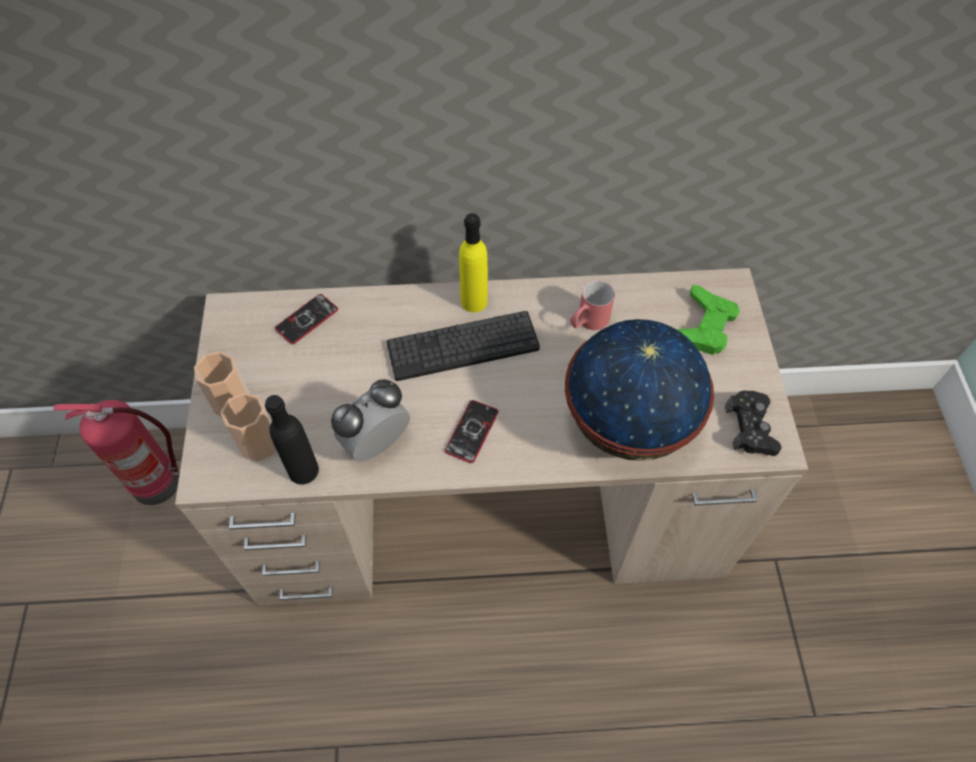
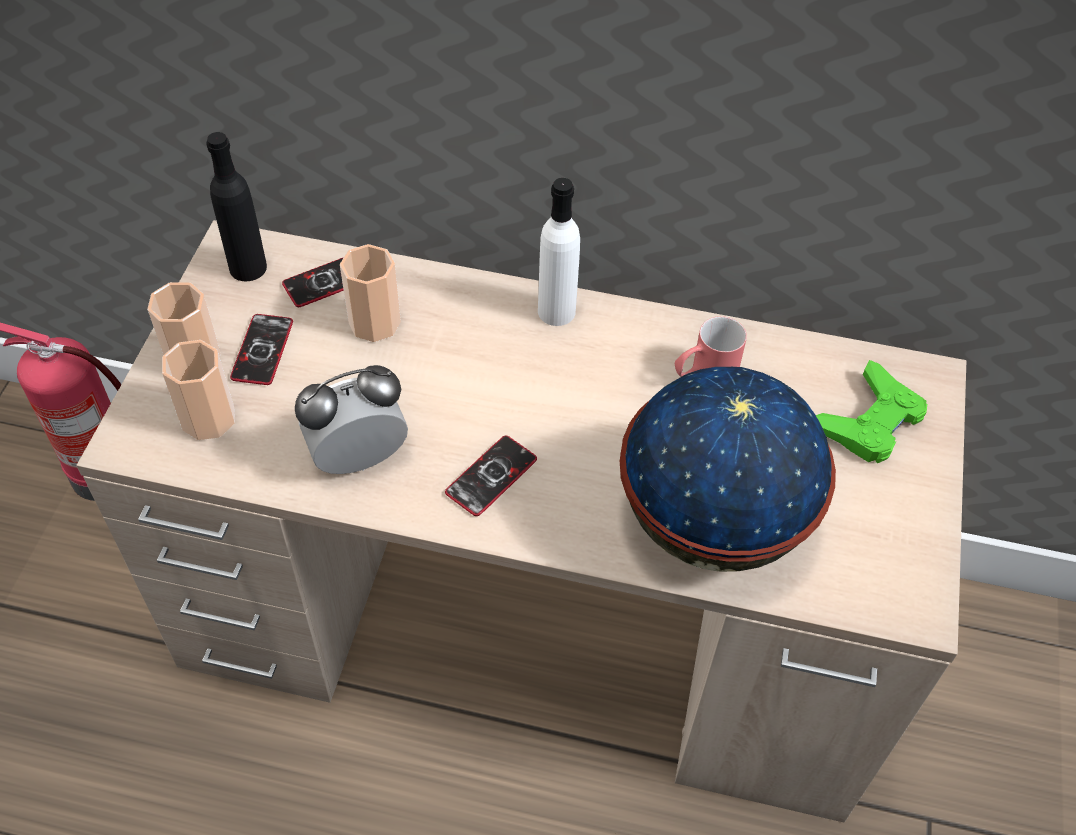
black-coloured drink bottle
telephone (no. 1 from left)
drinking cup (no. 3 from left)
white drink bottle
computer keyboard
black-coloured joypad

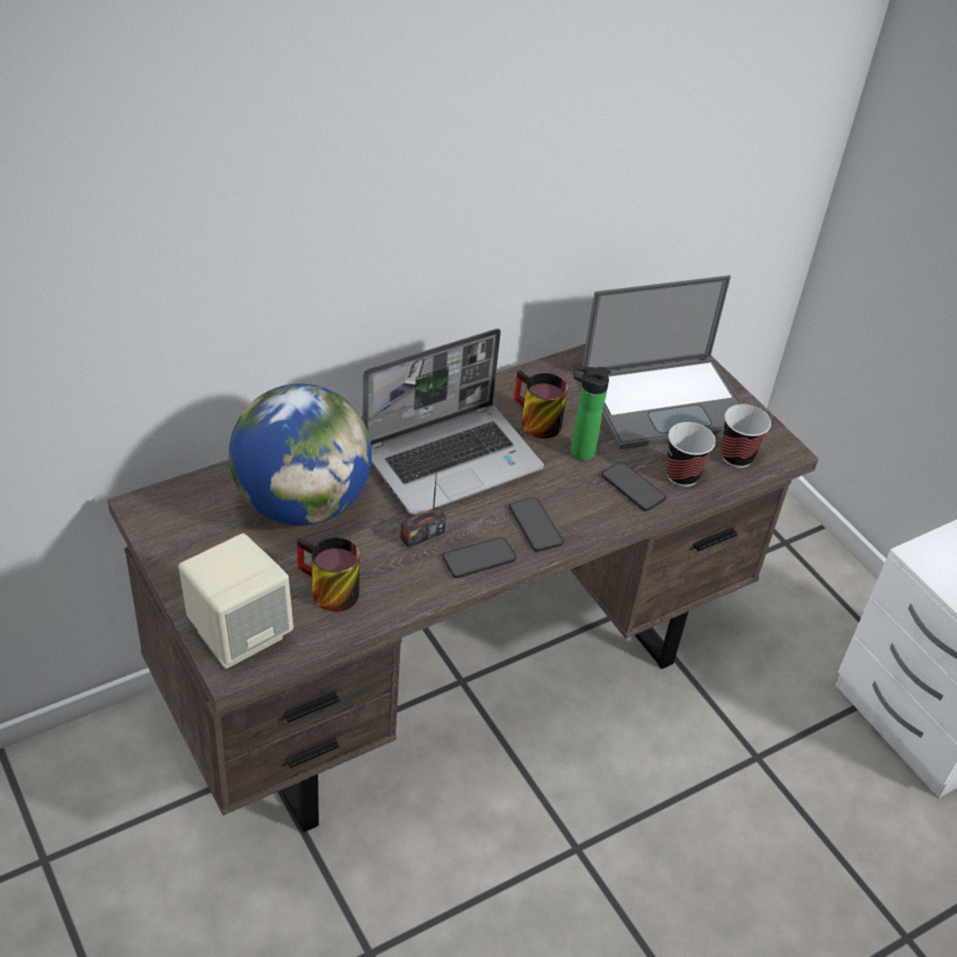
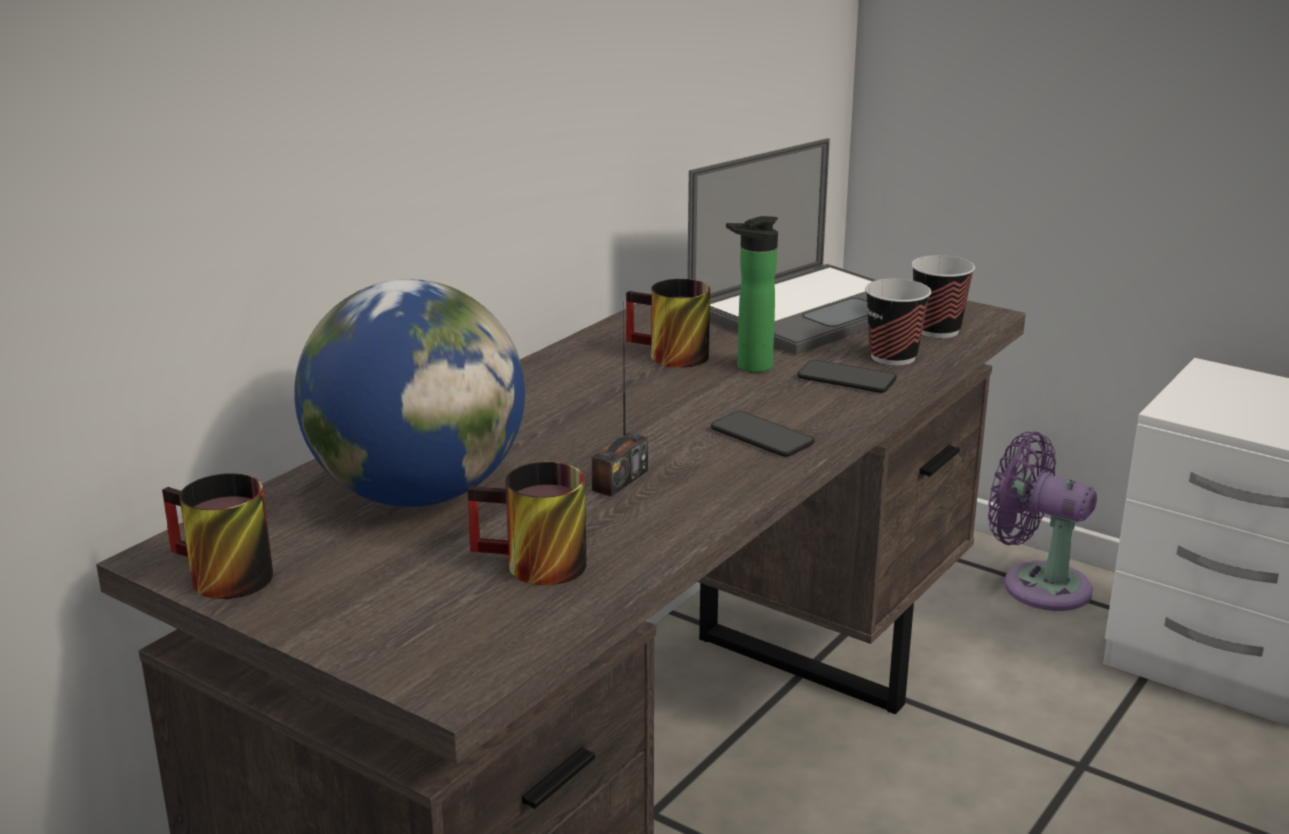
mug (no. 1 from left)
purplish electric fan
beige speaker
notebook computer (no. 1 from left in the first image)
telephone (no. 1 from left in the first image)

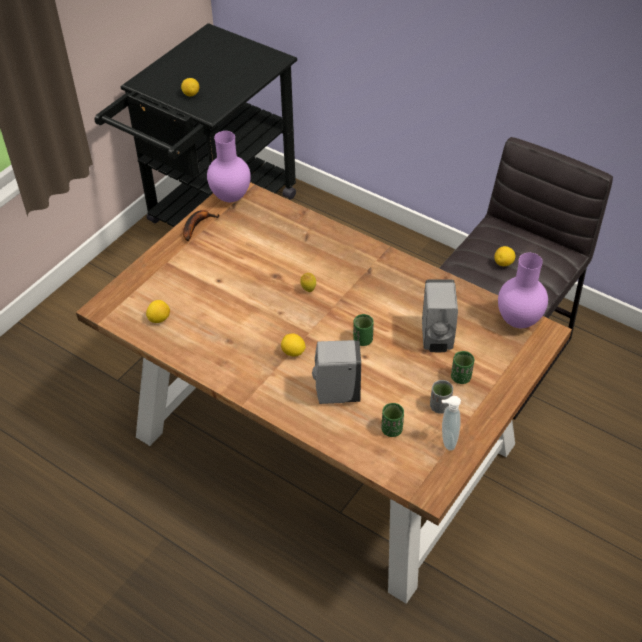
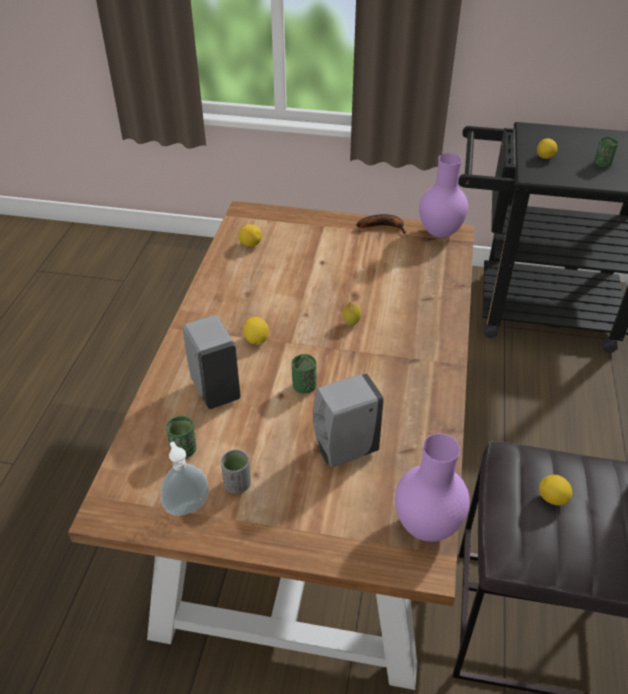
greenish drinking cup (no. 3 from left)

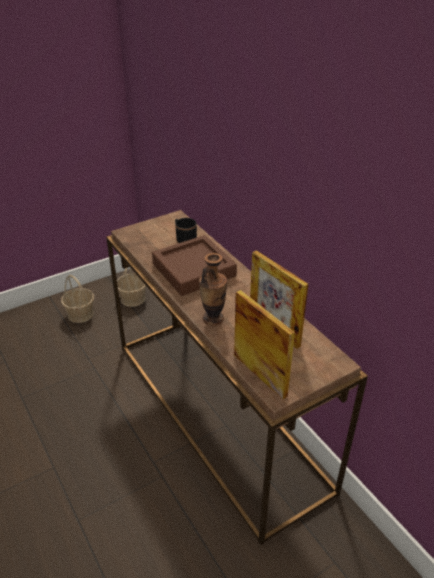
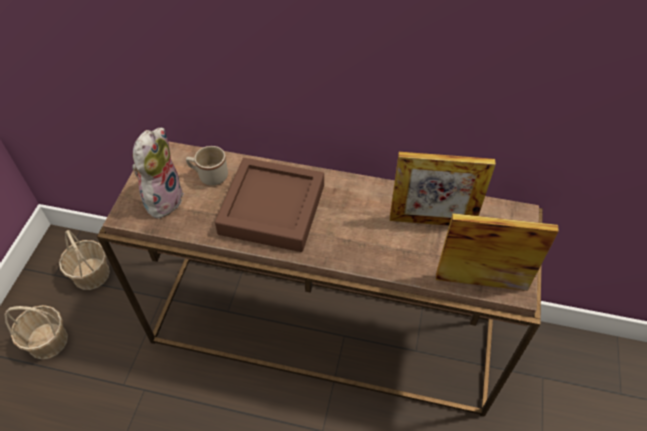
plush toy
beige mug
decorative vase

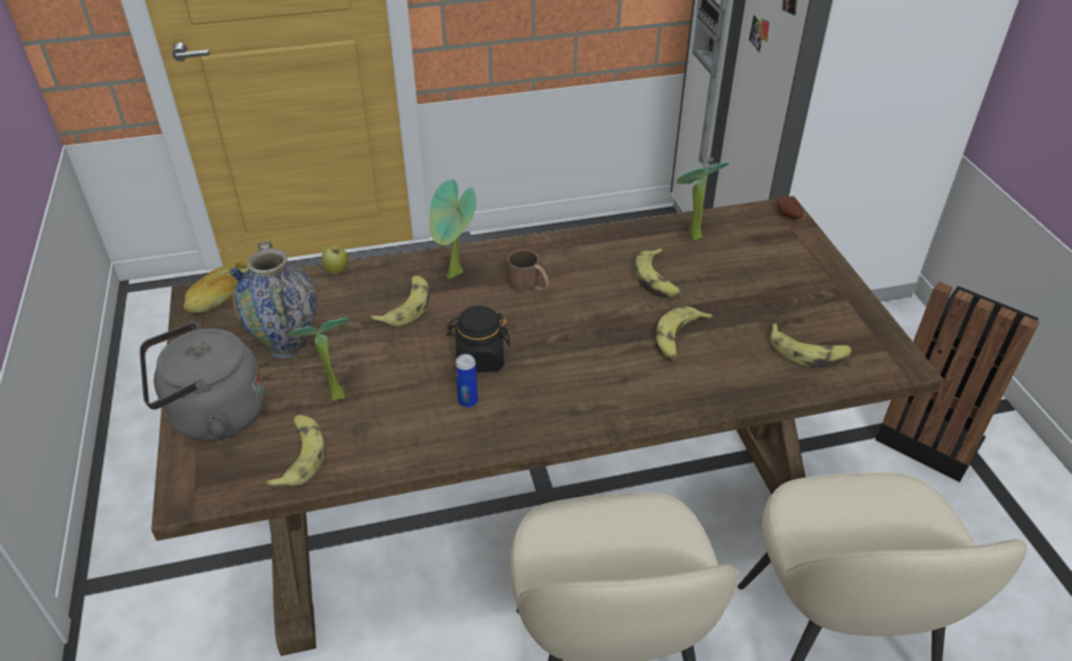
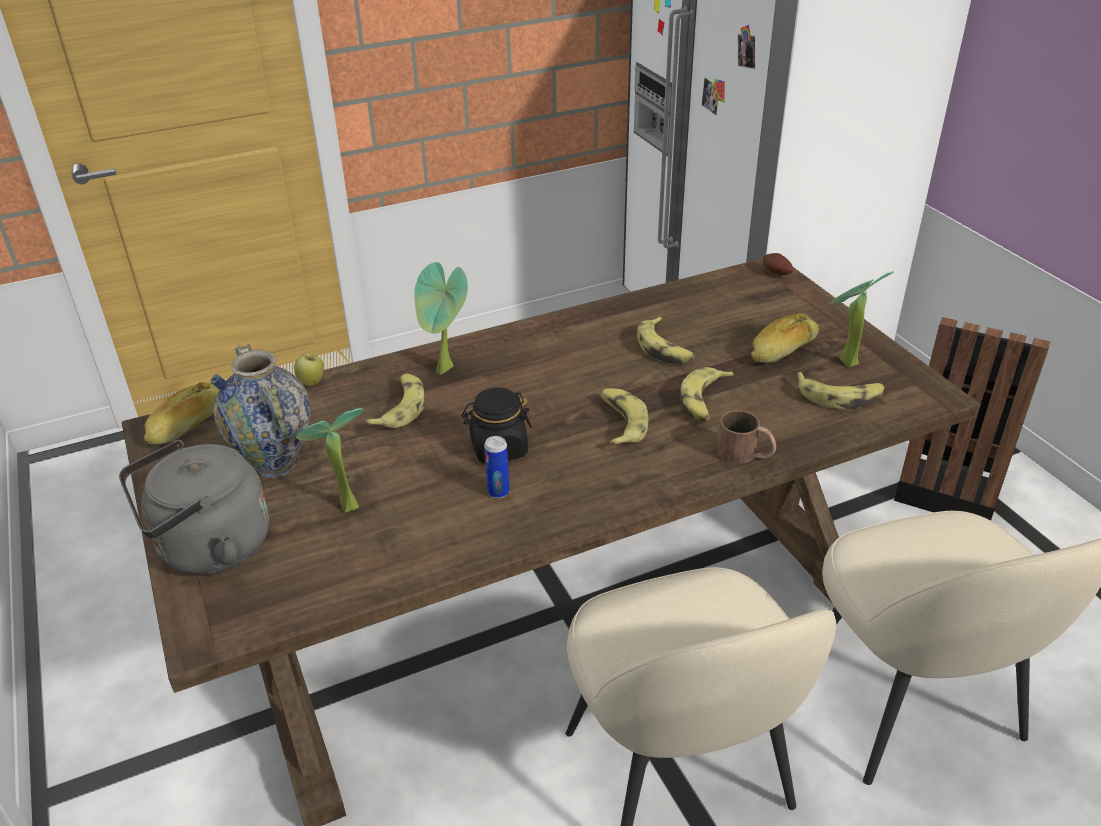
whole banana (no. 2 from left)
brownish mug
bread (no. 2 from left)
plant in a pot (no. 3 from left)

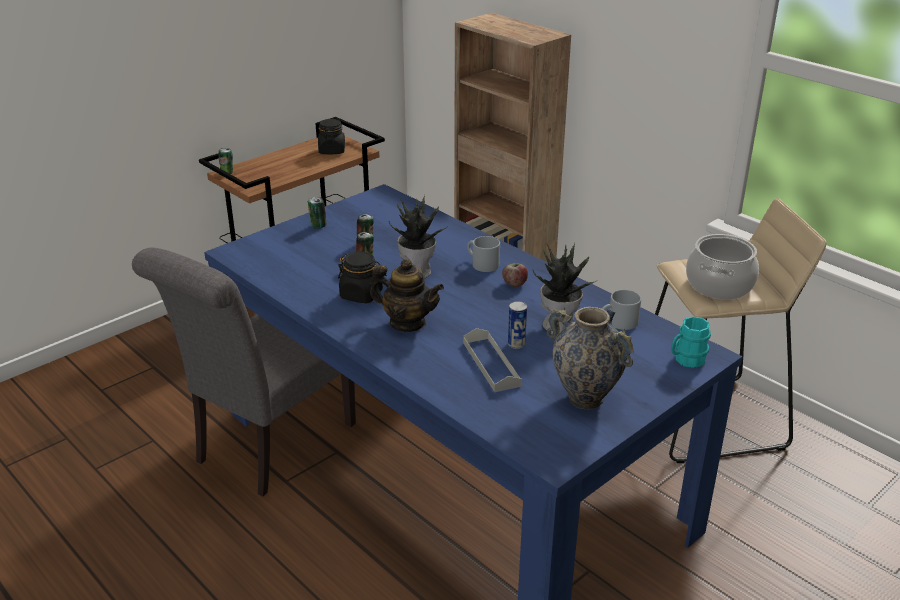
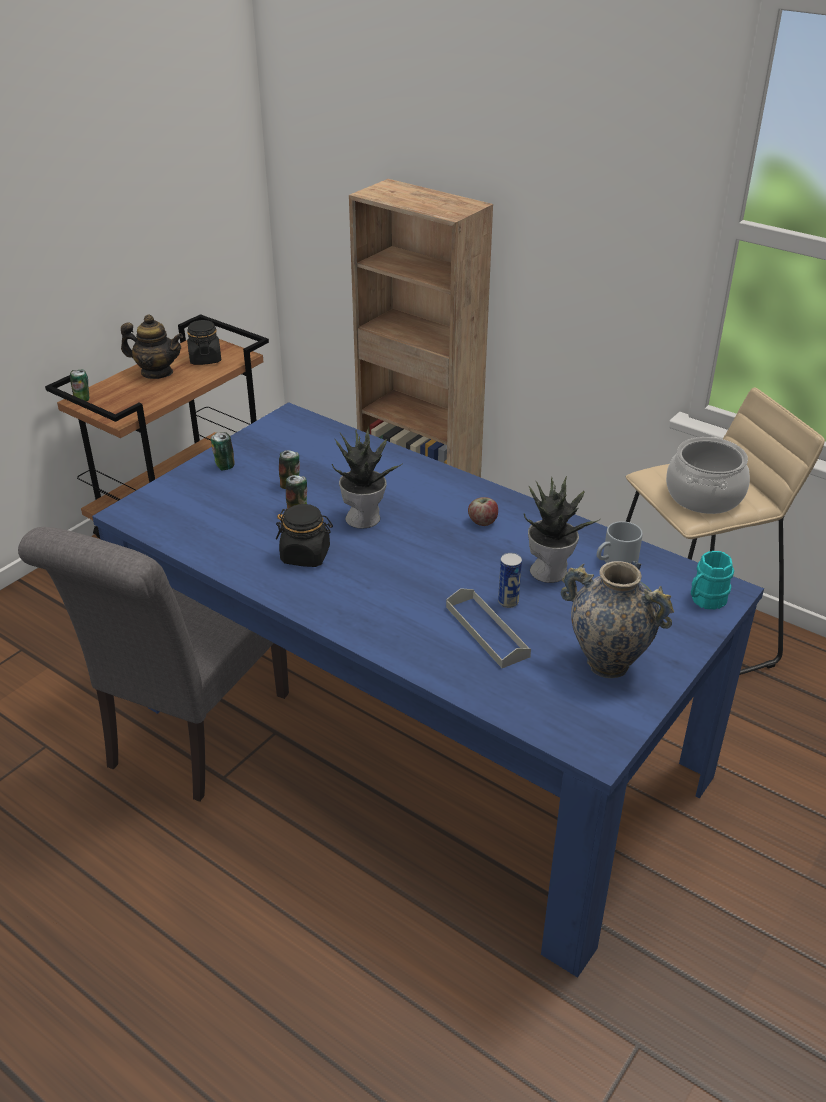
pot for tea
greyish mug (no. 1 from left in the first image)

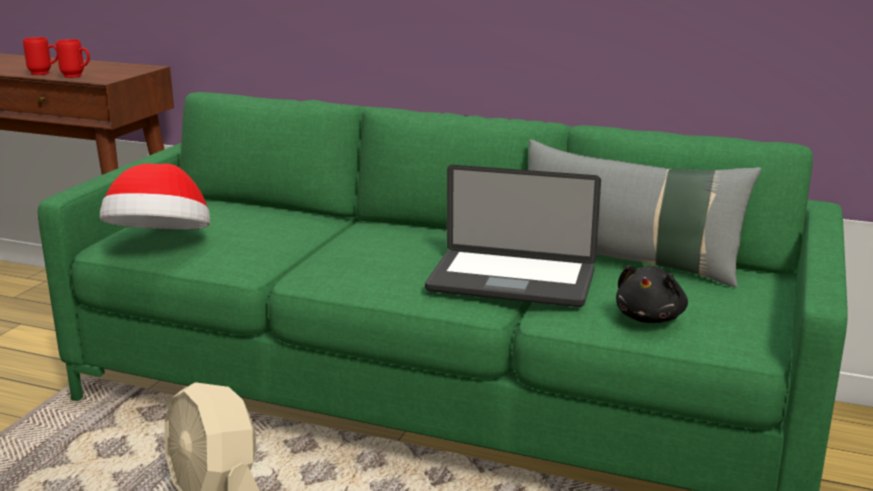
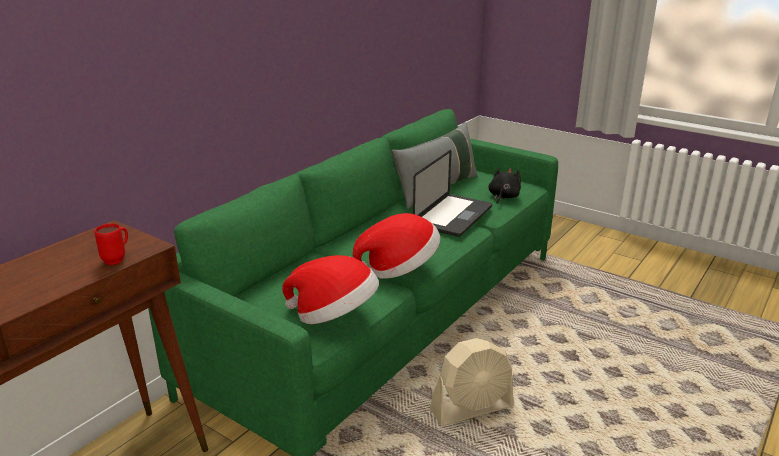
wearable hat (no. 2 from left)
black-coloured plush toy
red mug (no. 1 from left in the first image)

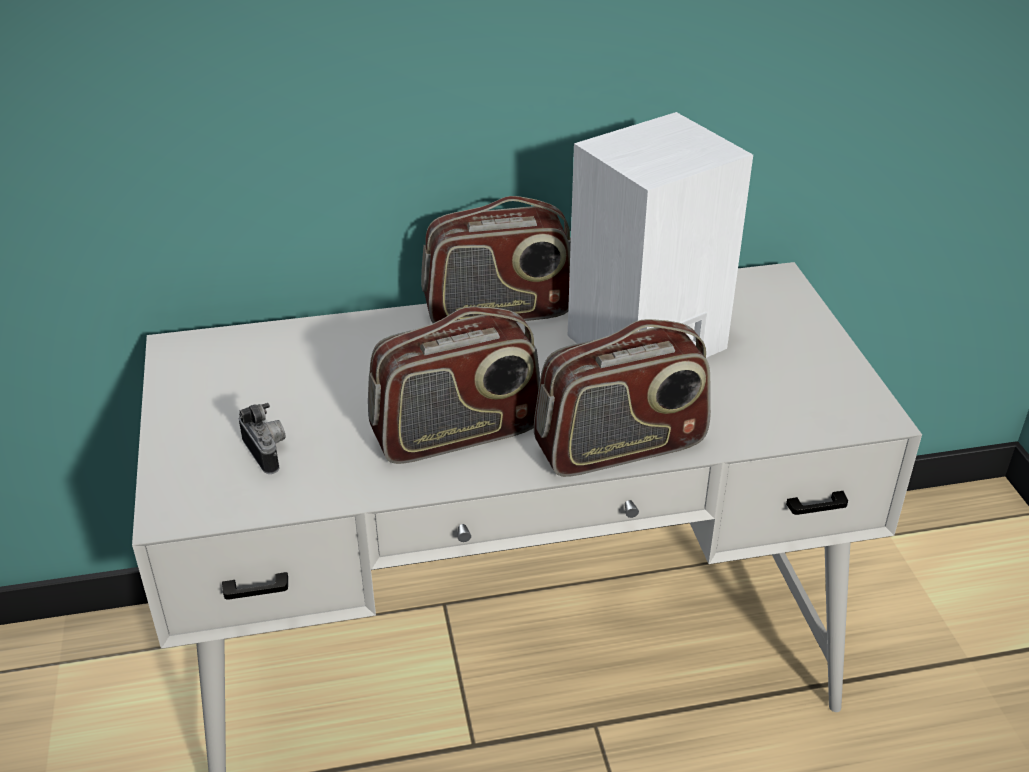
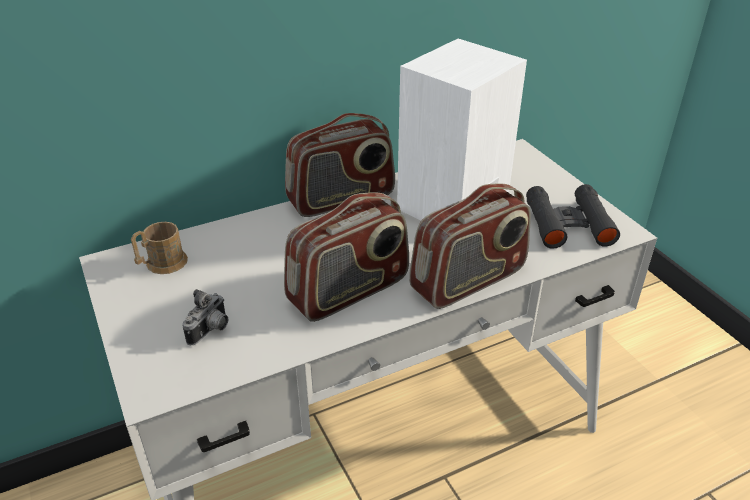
brownish mug
photo camera
black-coloured binoculars

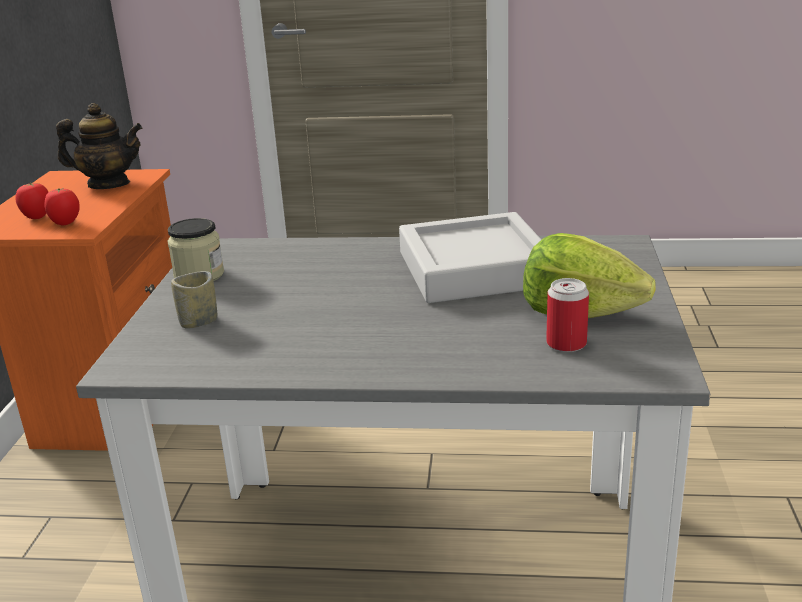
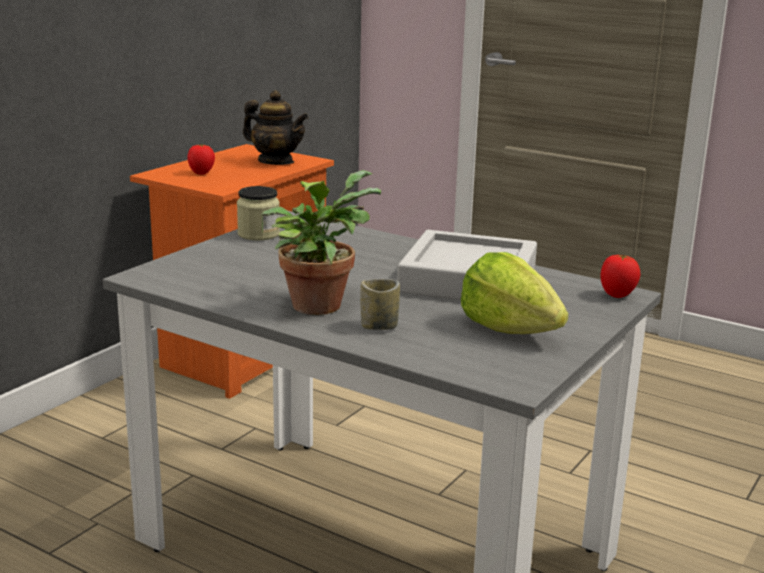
plant in a pot
drinking cup
tomato (no. 2 from left)
metal can

